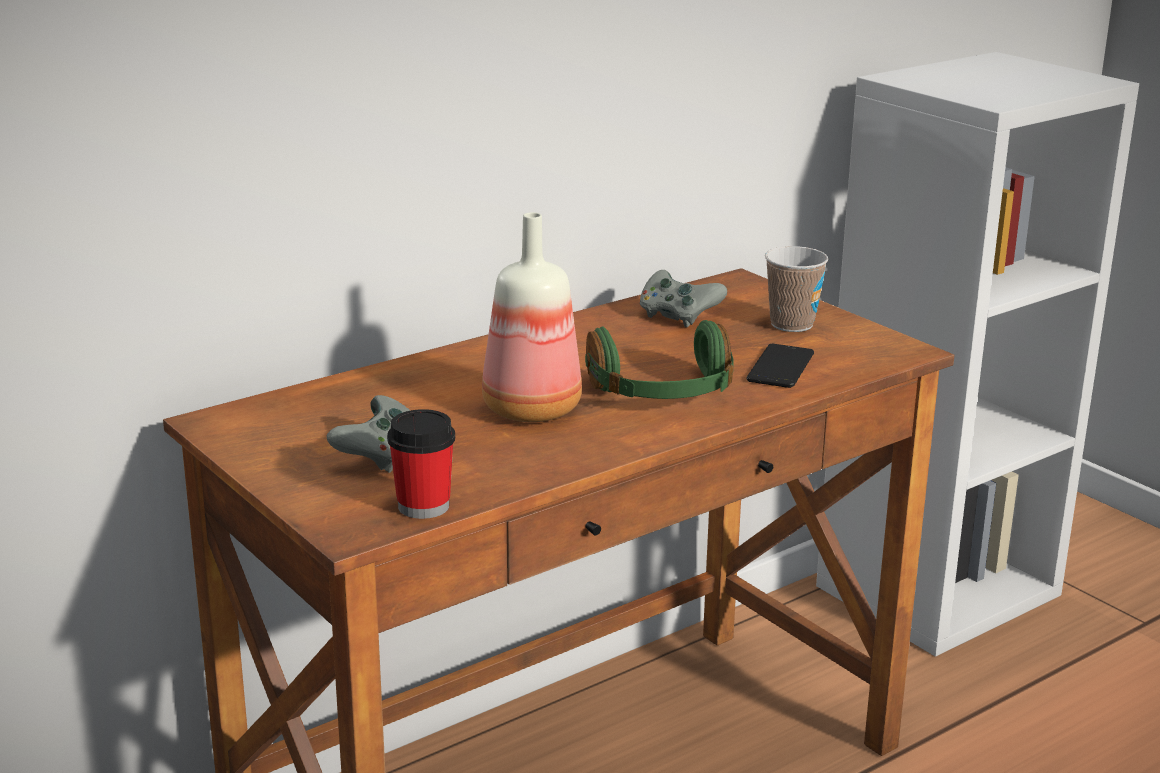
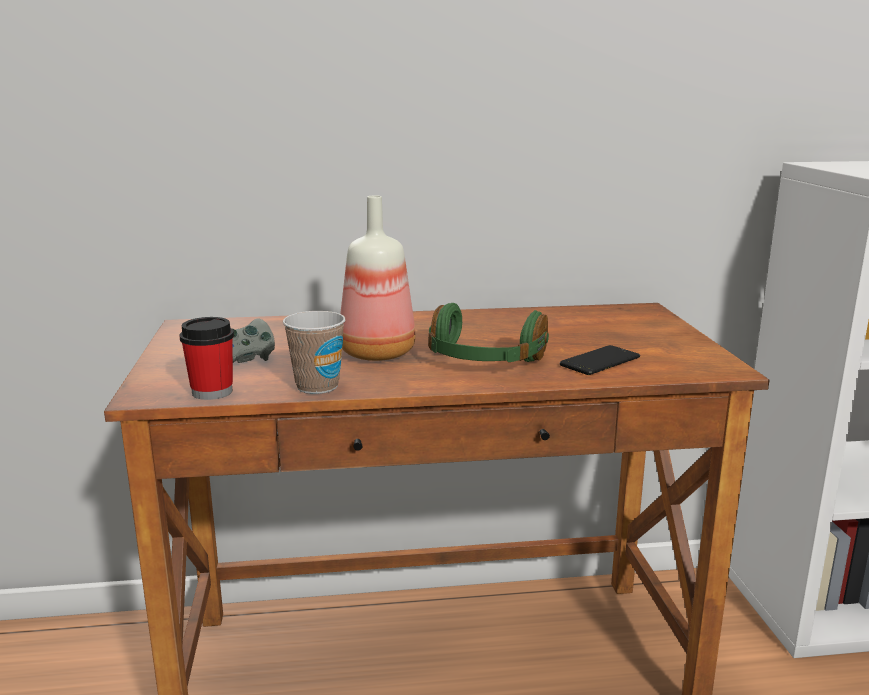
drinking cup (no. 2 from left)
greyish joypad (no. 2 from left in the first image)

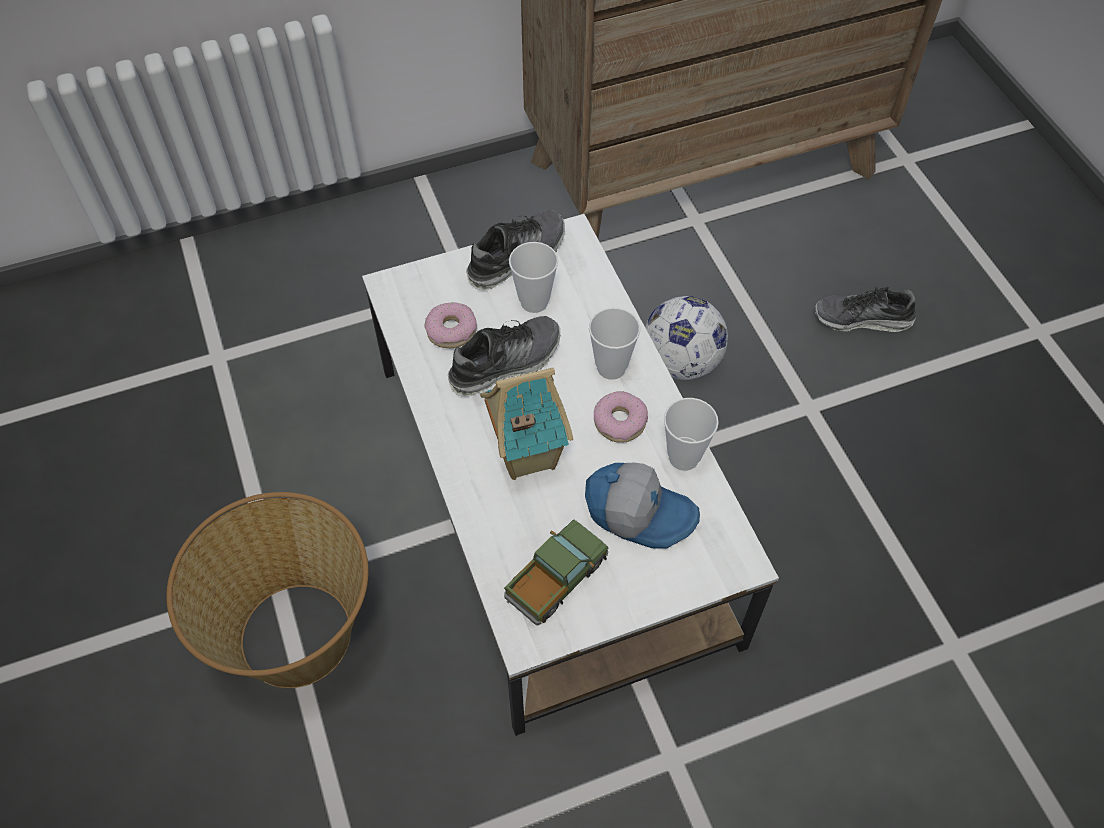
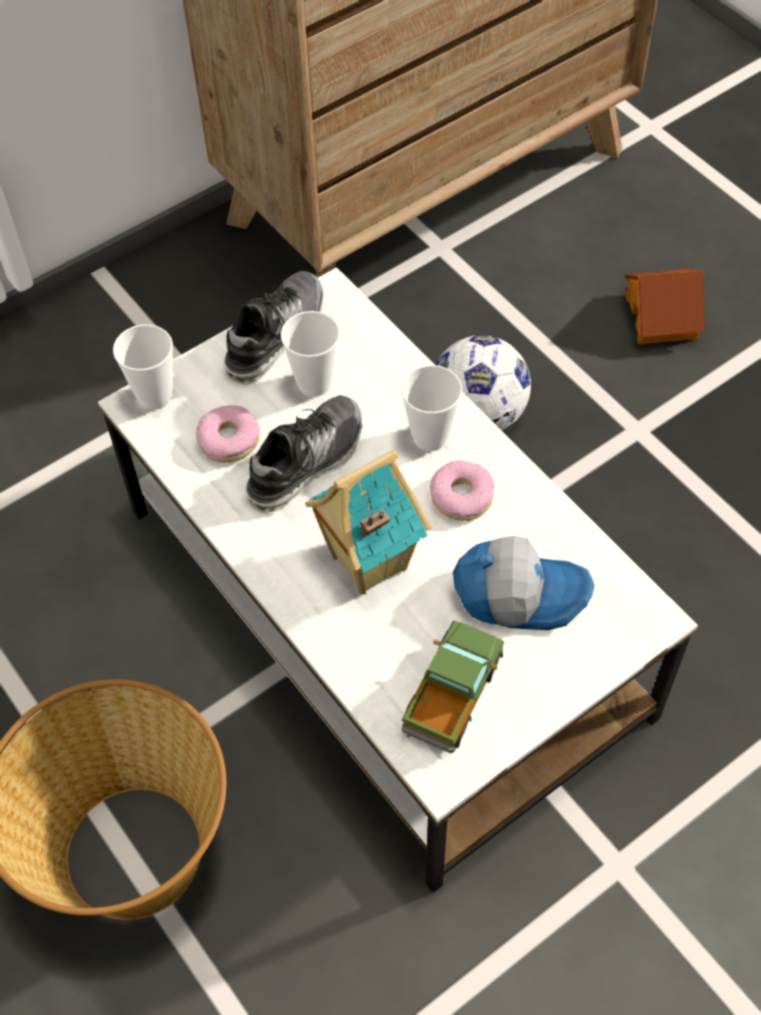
drinking cup (no. 1 from left)
model house (no. 2 from left)

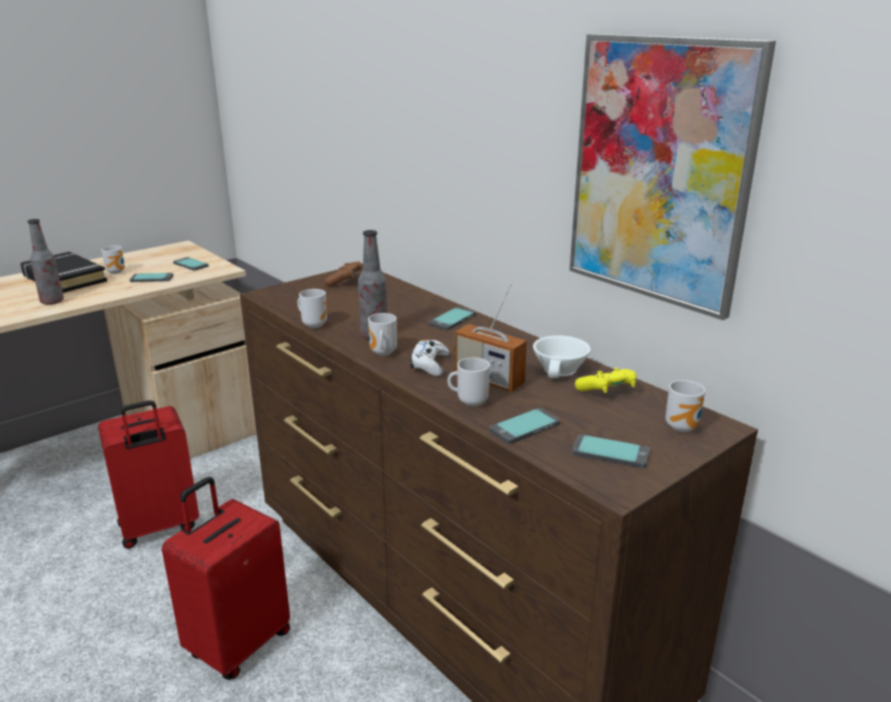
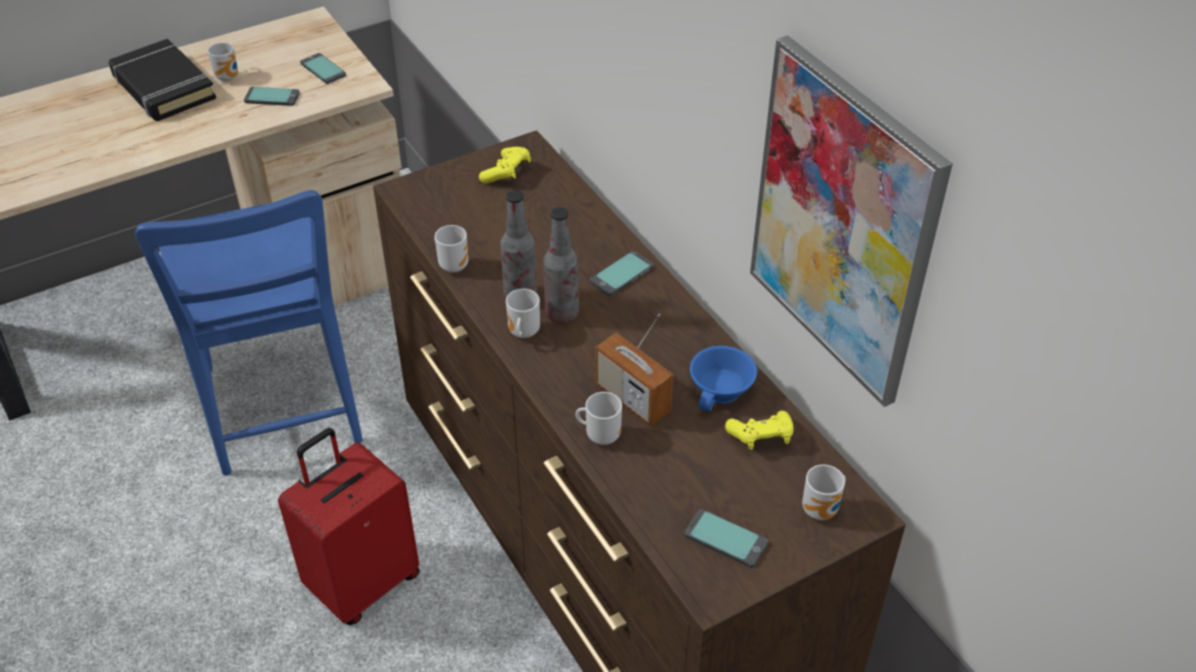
bluish plain chair
yellow joypad (no. 1 from left)
drink bottle (no. 2 from left)
bluish drinking cup
white joypad
telephone (no. 4 from left in the first image)

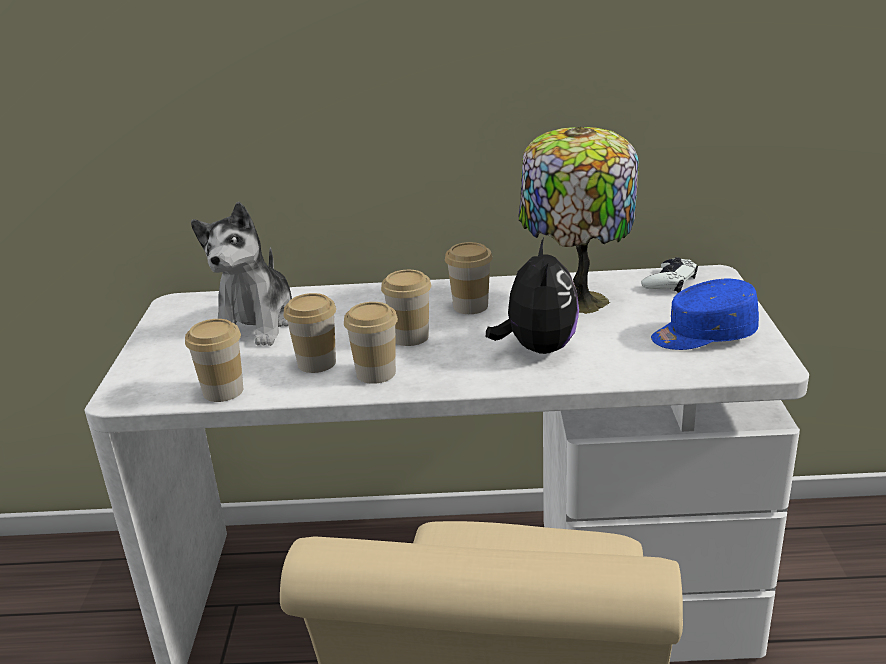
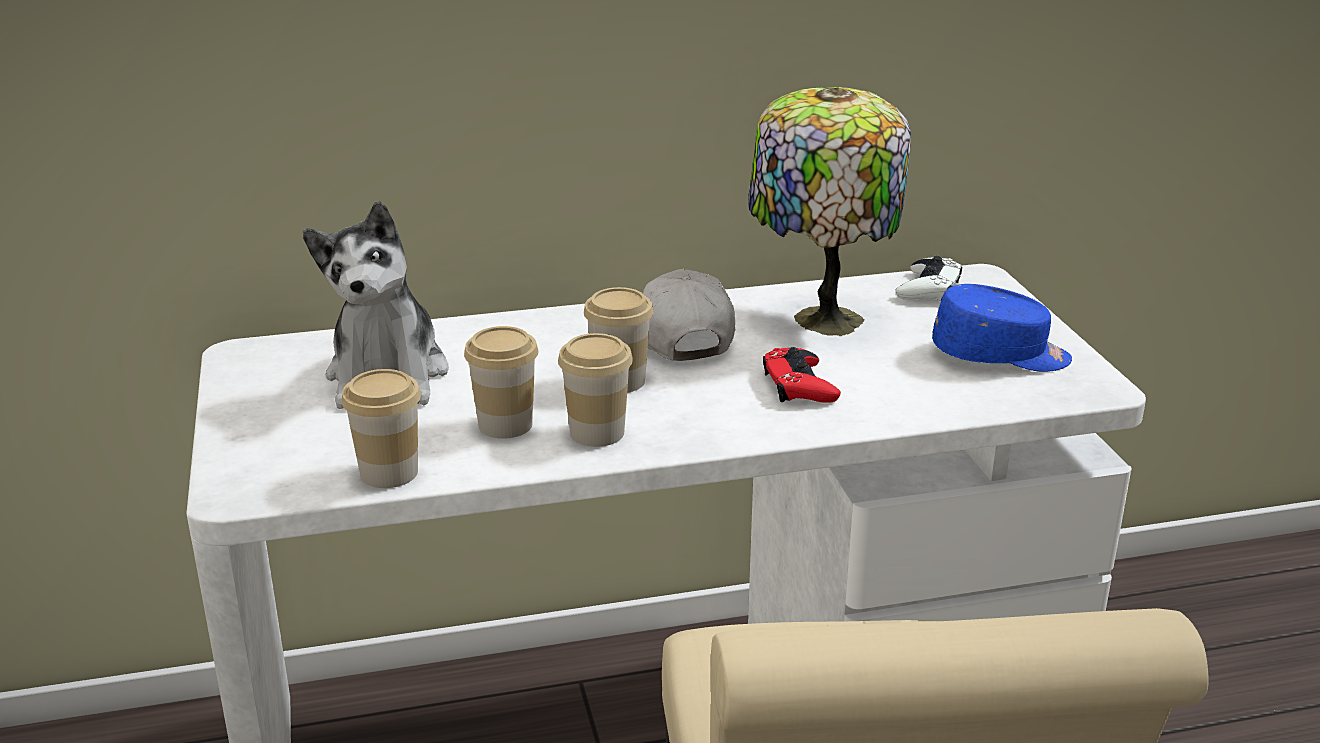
white cap
red joypad
bluish cap

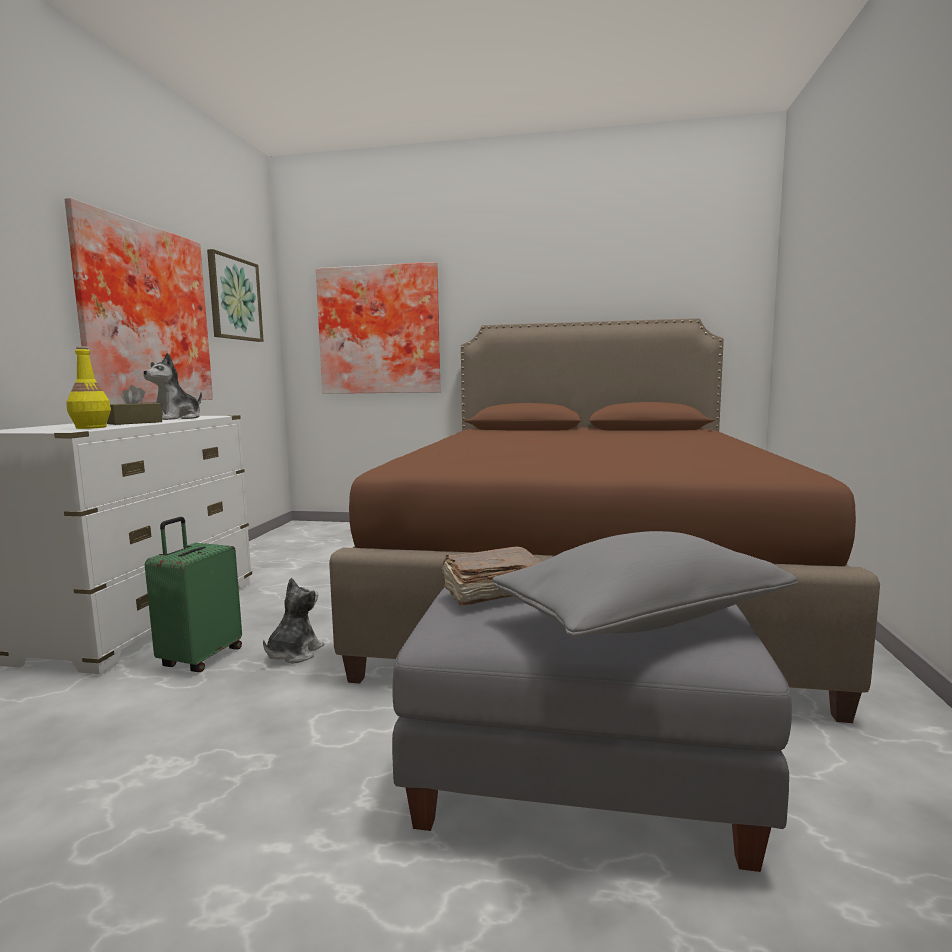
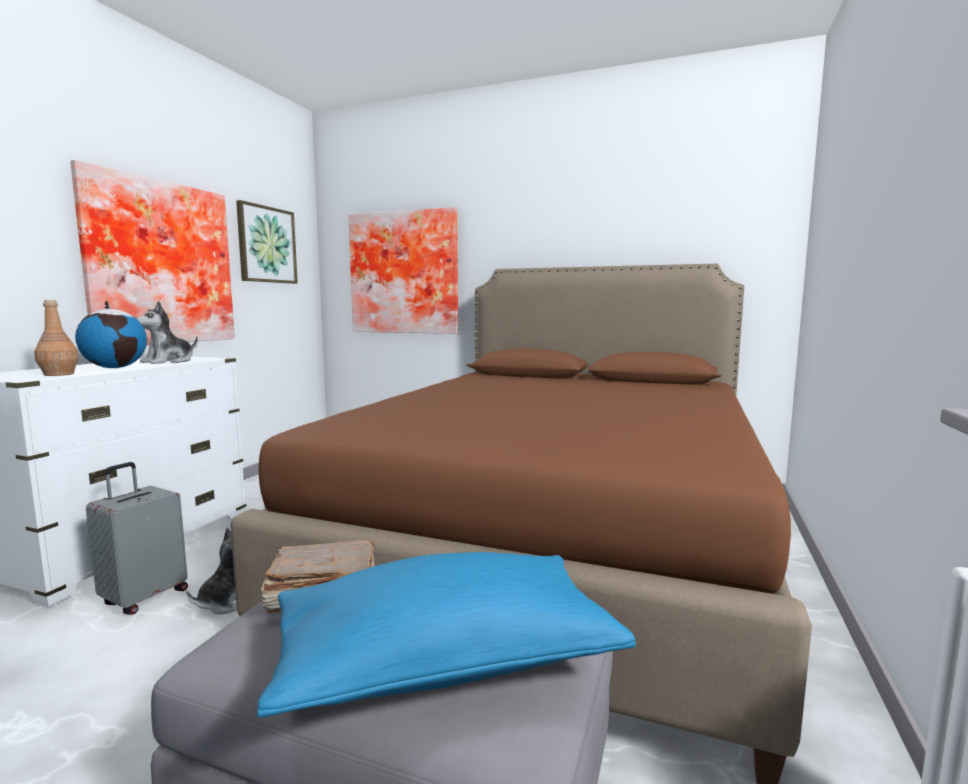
brownish drink bottle
world globe
greyish travel case
bluish pillow

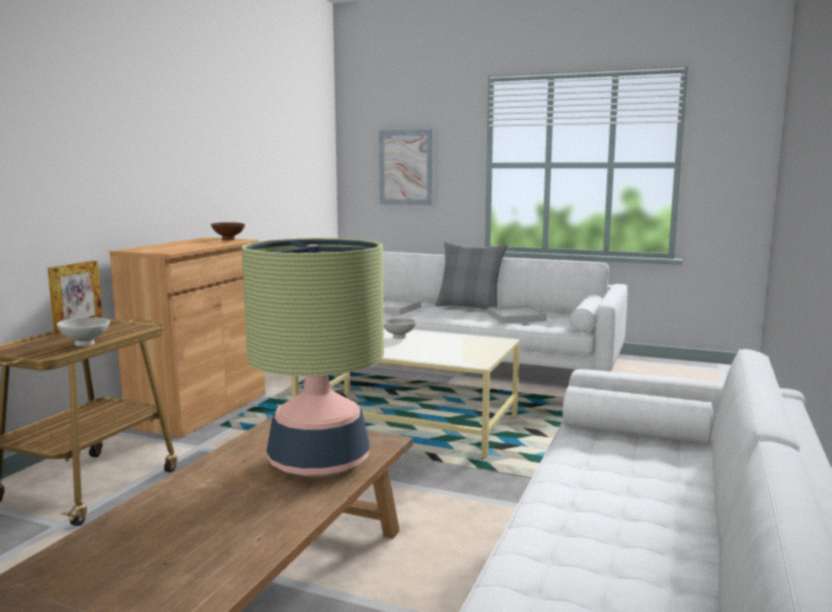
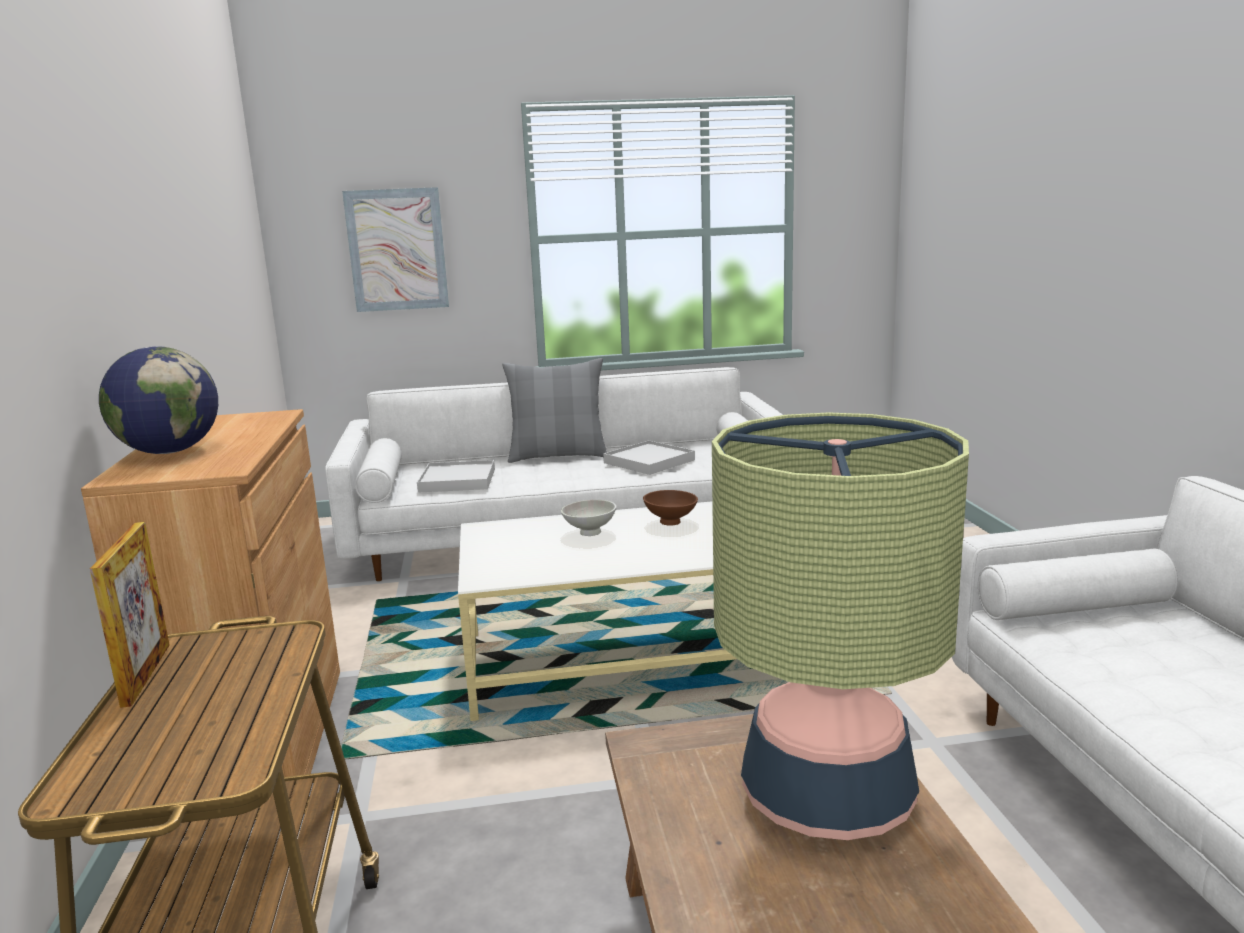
world globe
brownish serving bowl
white serving bowl (no. 1 from left in the first image)

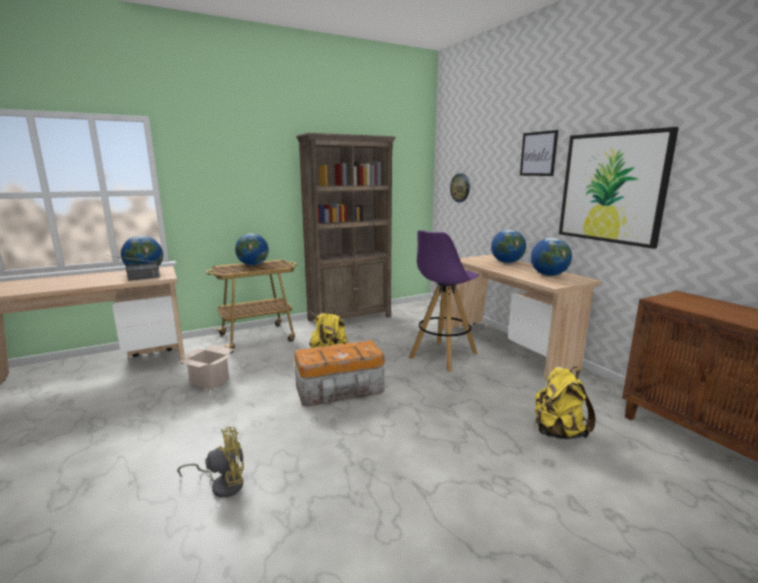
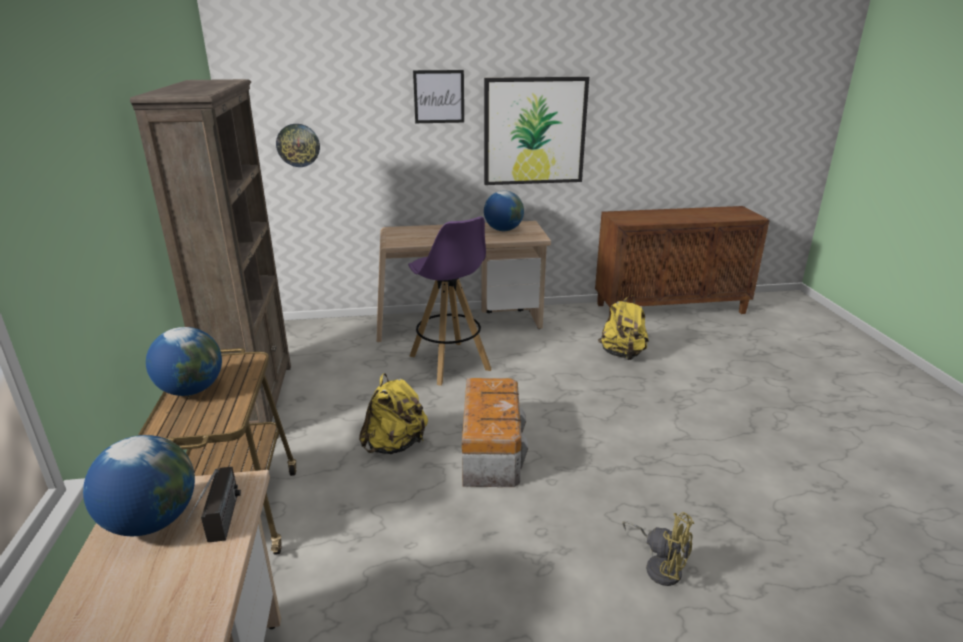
yellow electric fan
carton
world globe (no. 3 from left in the first image)

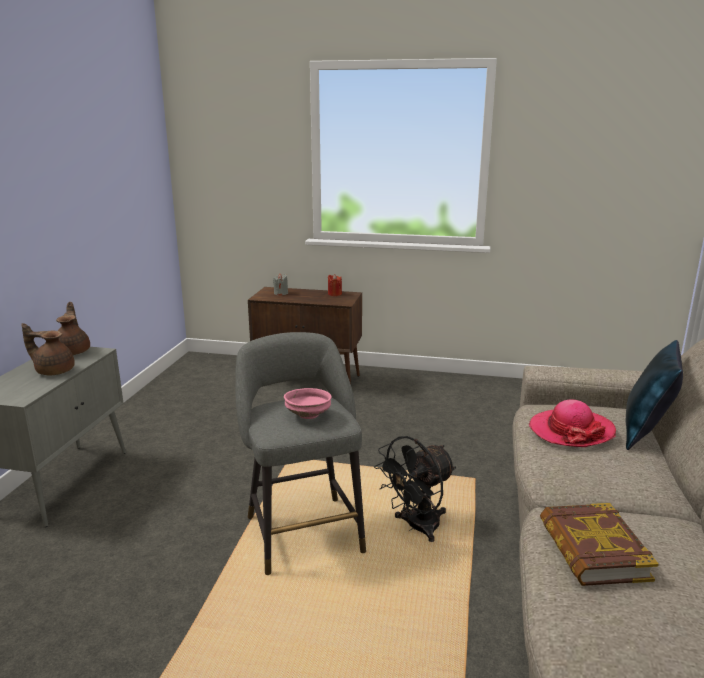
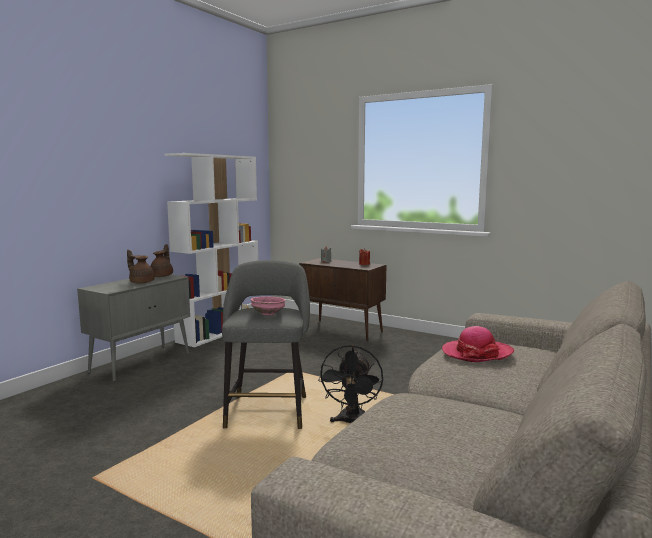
white shelving unit
black-coloured electric fan
volume
bluish pillow

